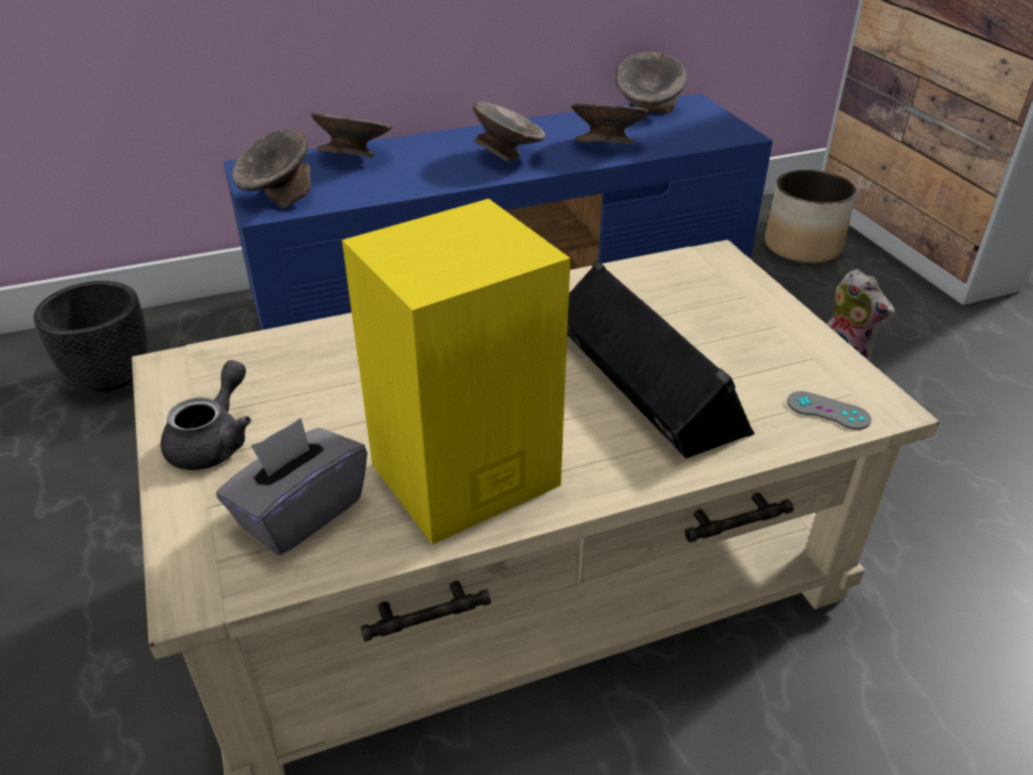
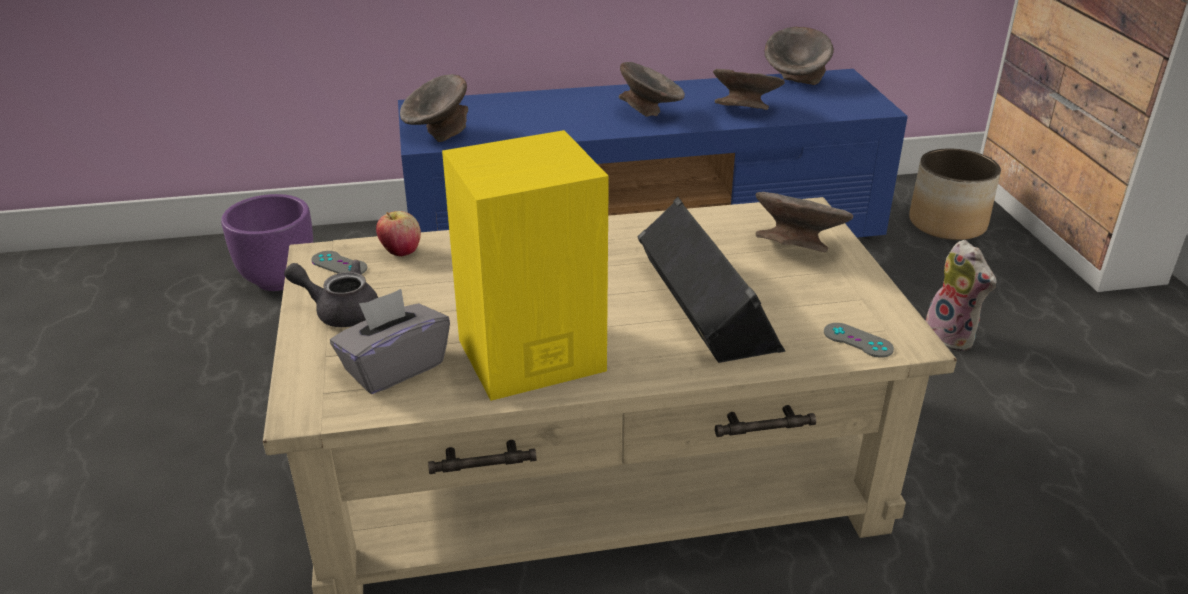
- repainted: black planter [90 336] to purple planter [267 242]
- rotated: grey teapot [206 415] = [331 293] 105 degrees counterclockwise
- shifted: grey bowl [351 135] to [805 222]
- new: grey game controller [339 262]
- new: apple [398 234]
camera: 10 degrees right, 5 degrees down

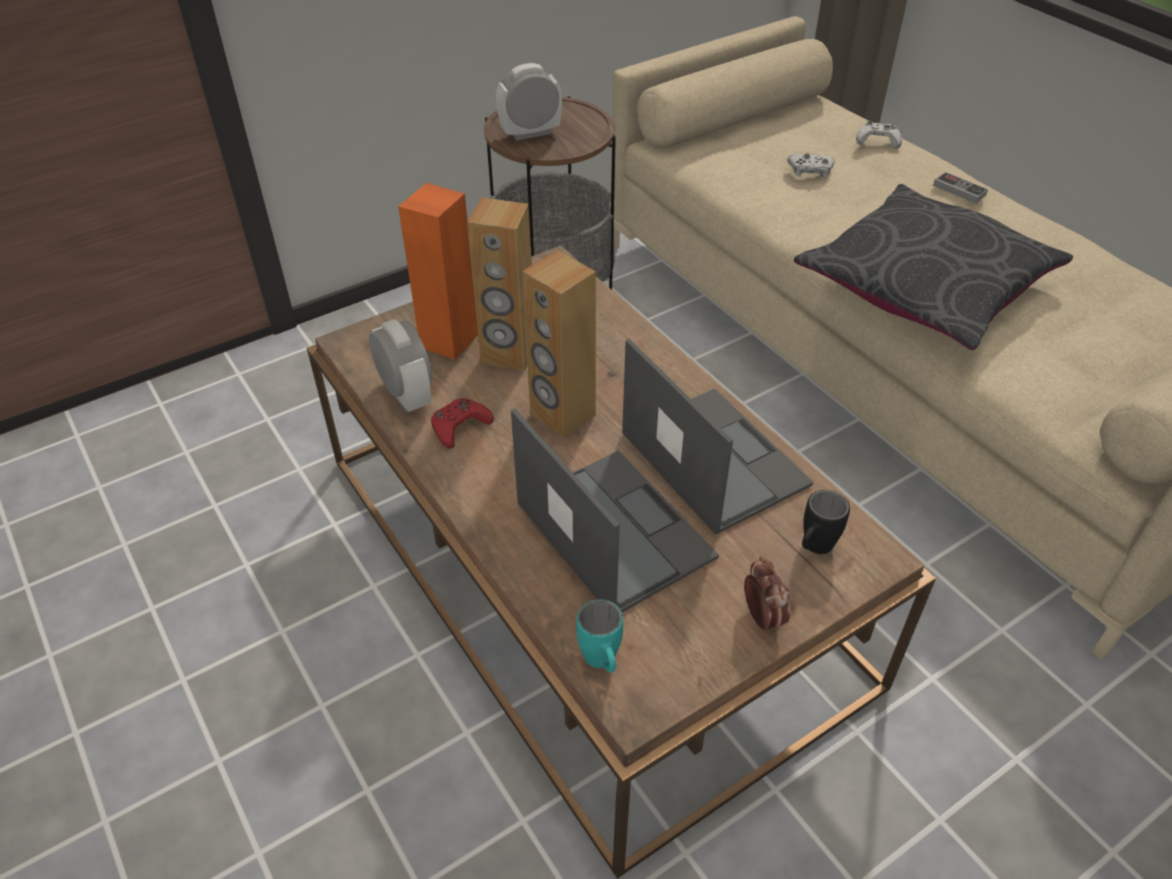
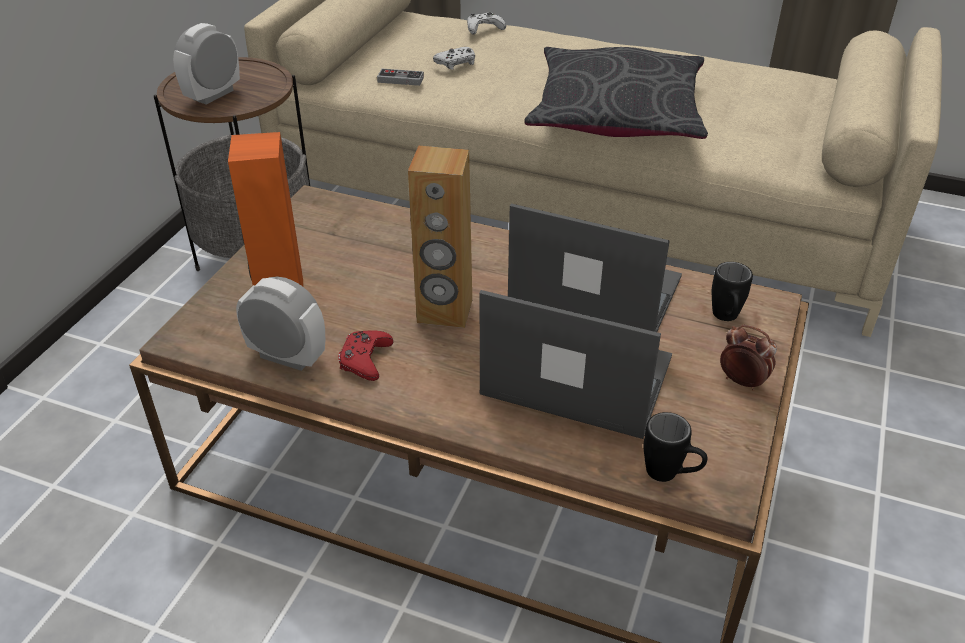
- gone: brown speaker [499 284]
- repainted: turquoise mug [599 636] to black mug [675 447]
- shifted: game controller [960 187] to [400 77]
camera: 35 degrees left, 5 degrees down

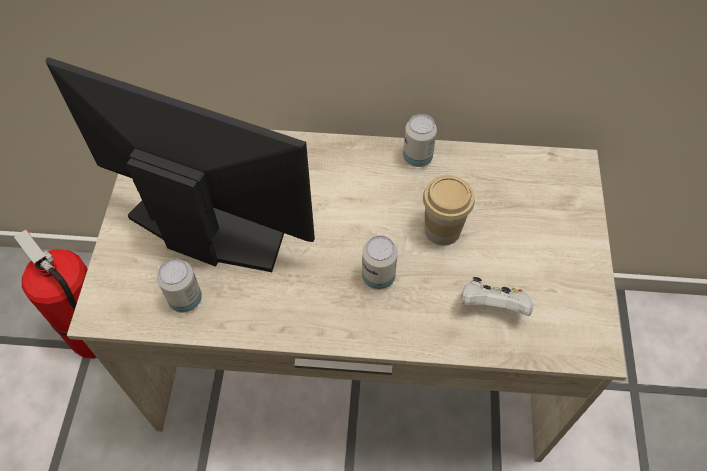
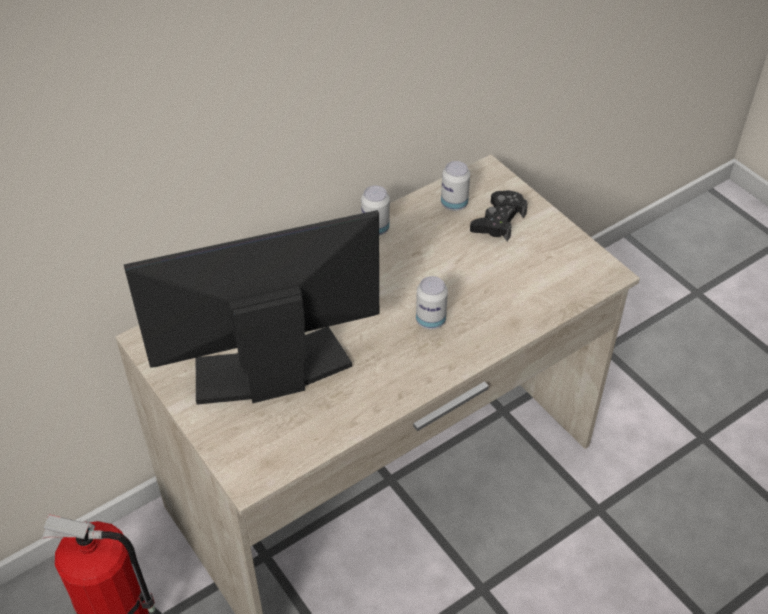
- shifted: can [179 285] to [455 186]
- gone: cup [449 211]
- gone: white game controller [497 296]
- new: black game controller [499 215]
camera: 40 degrees left, 10 degrees down

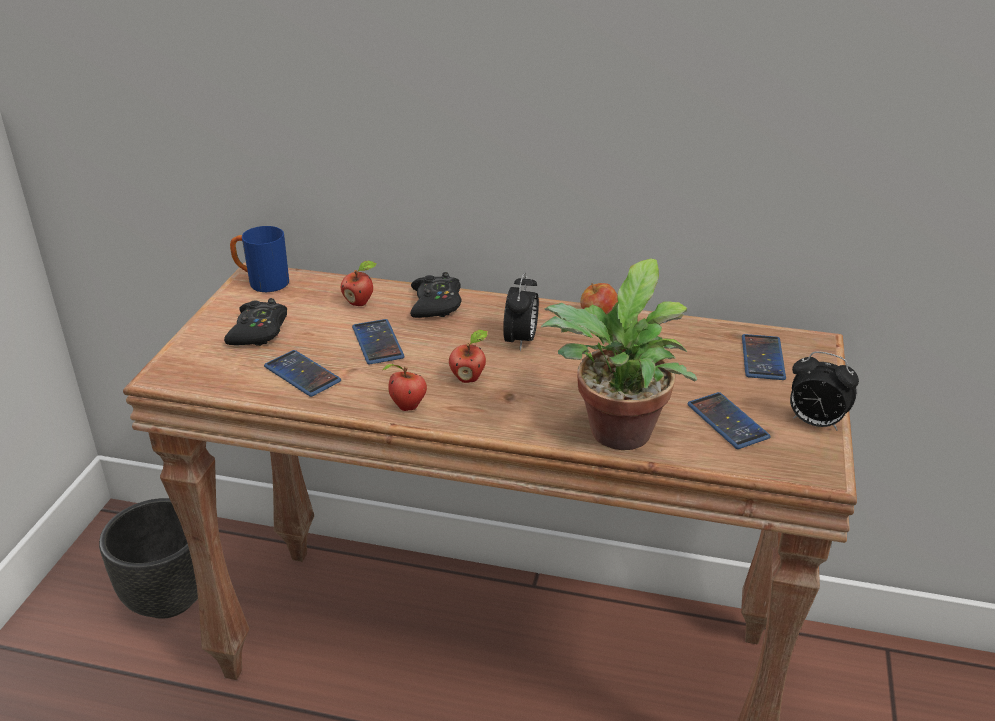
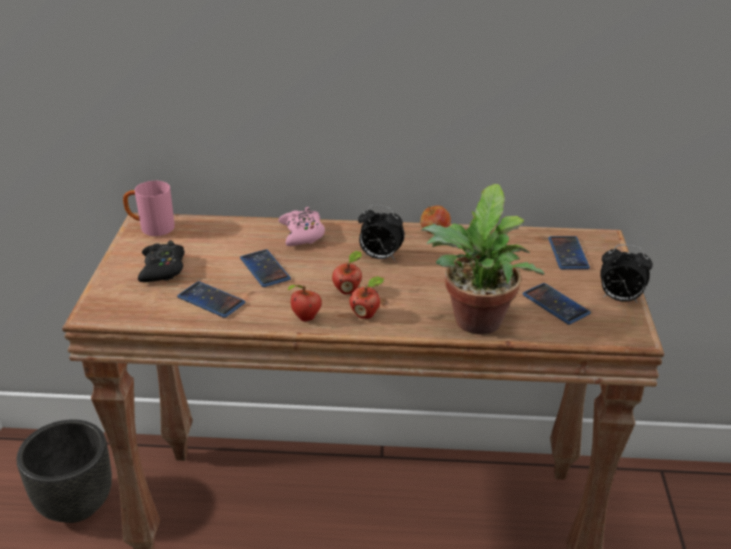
- repainted: blue mug [259 259] to pink mug [149 208]
- shifted: apple [359 283] to [366 297]
- repainted: black game controller [435 295] to pink game controller [301 226]
- rotated: alarm clock [521 311] = [381 233] 105 degrees clockwise
camera: 10 degrees left, 0 degrees up

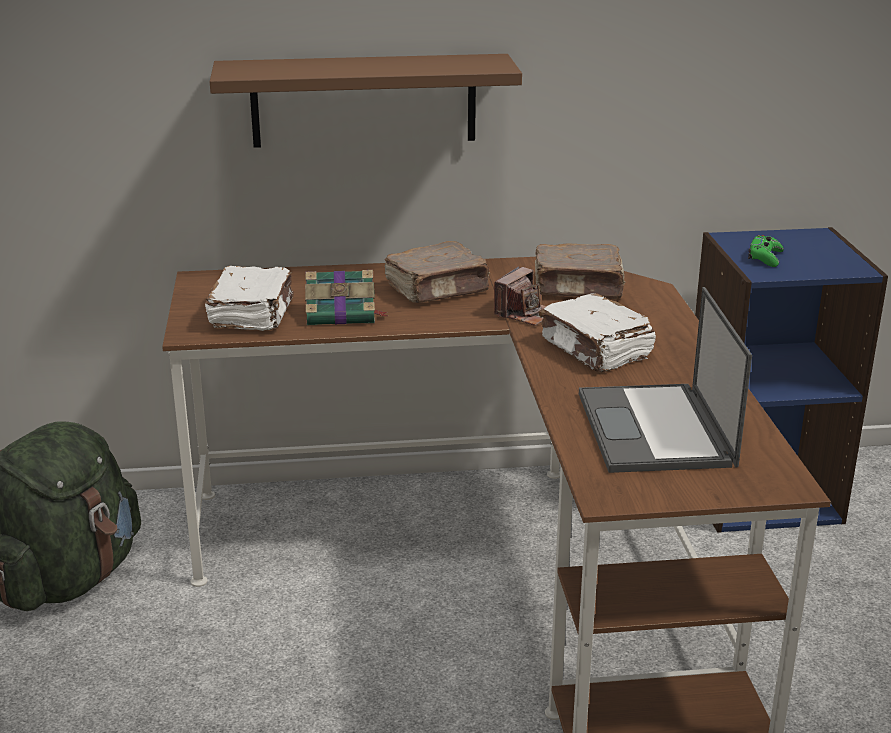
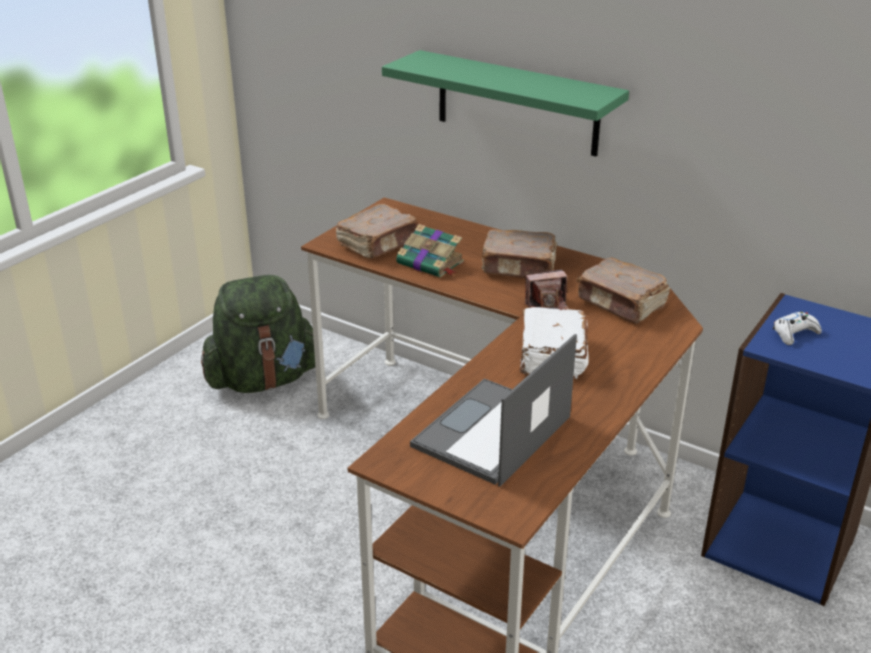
- repainted: white book [249 298] to brown book [377 231]
- repainted: brown shelf [366 101] to green shelf [505 103]
- repainted: green game controller [766 251] to white game controller [797 328]
camera: 40 degrees right, 5 degrees up

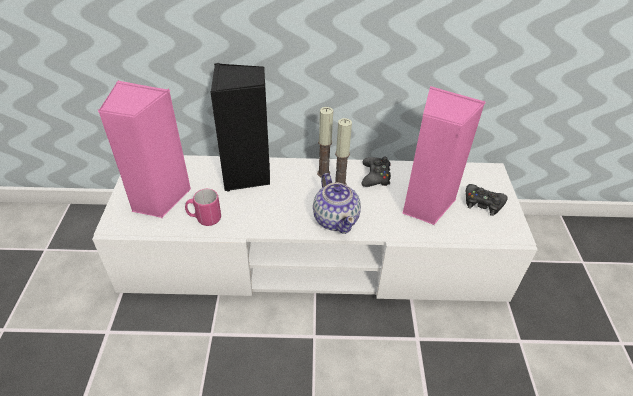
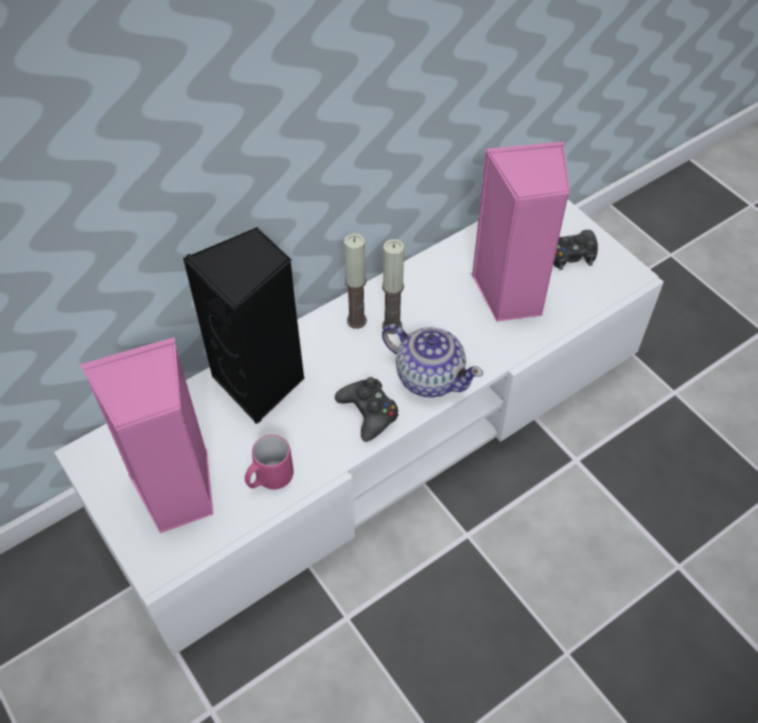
- shifted: black game controller [376 172] to [367 409]
camera: 35 degrees left, 10 degrees up

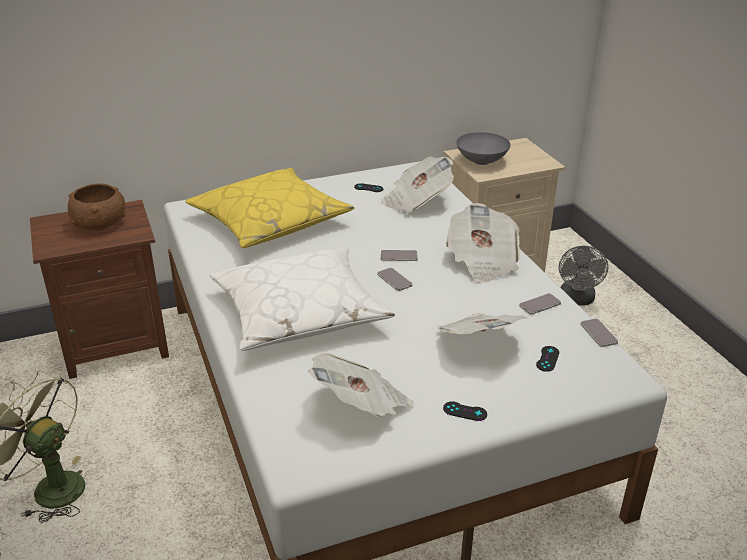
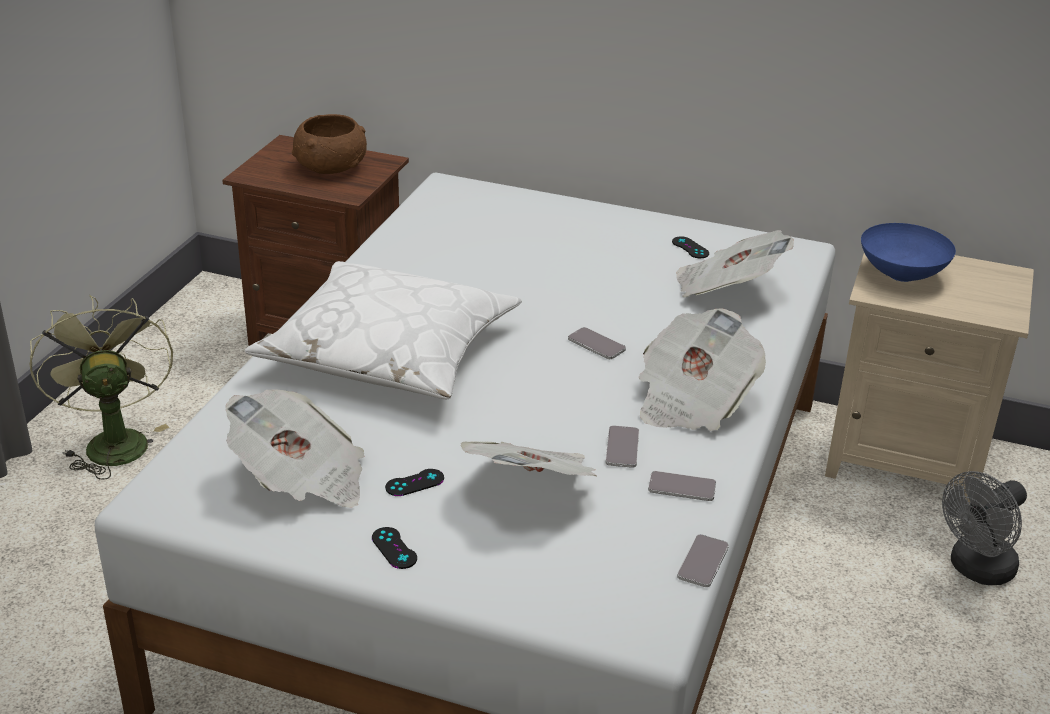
- gone: yellow pillow [269 208]
- shifted: phone [395 279] to [622 446]
- repainted: grey bowl [483 148] to blue bowl [908 252]
- shifted: black game controller [547 359] to [414 482]
camera: 40 degrees right, 0 degrees up

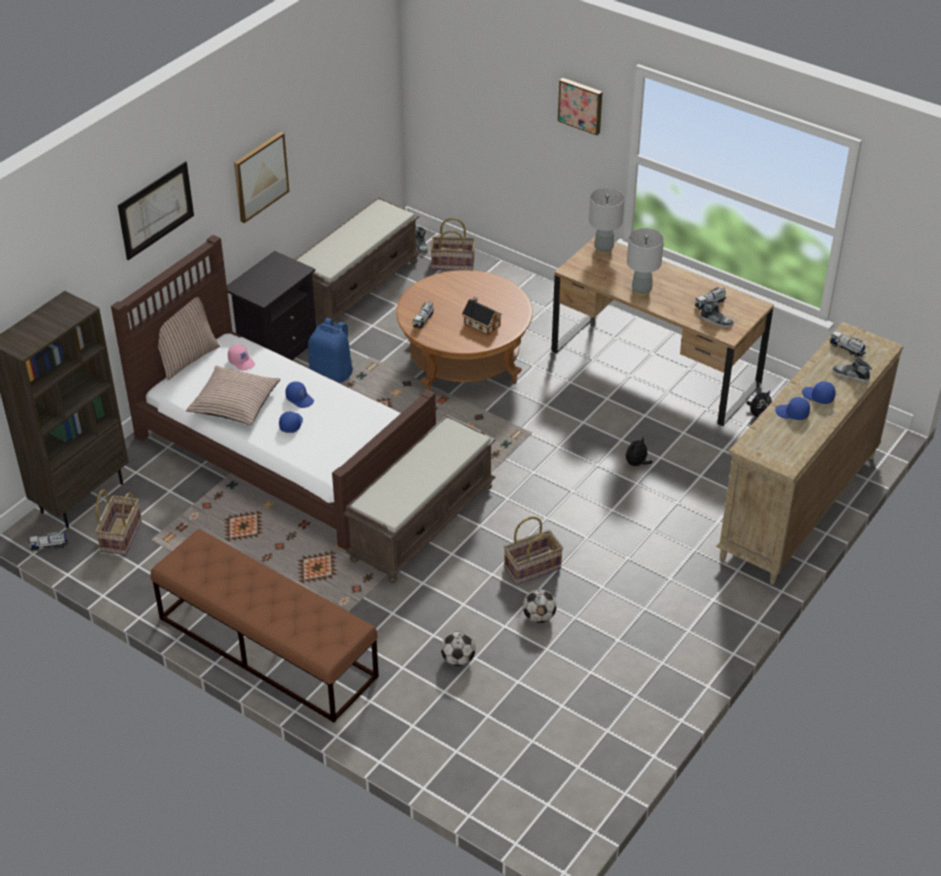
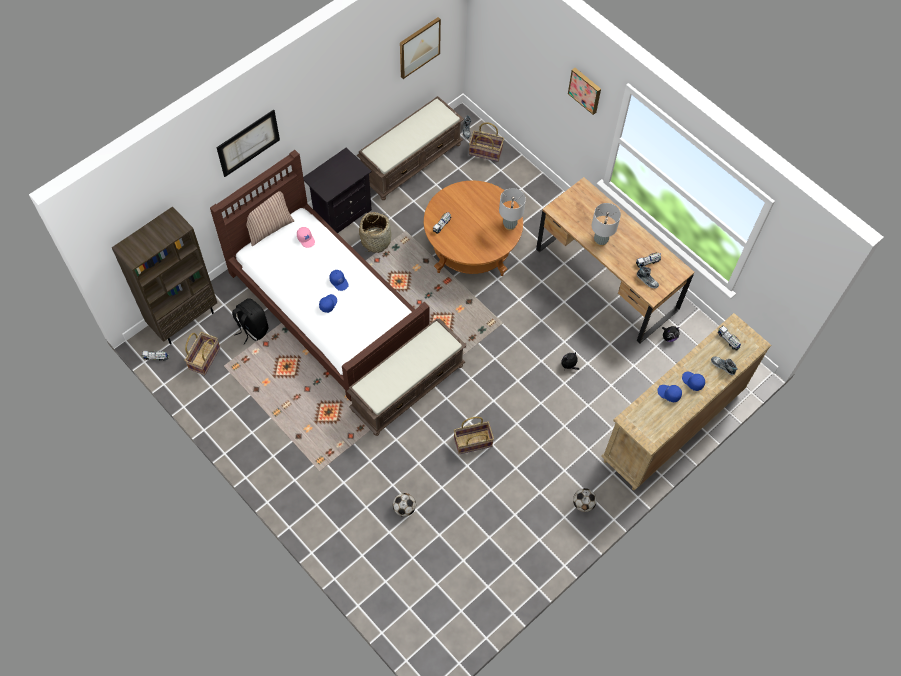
- gone: brown bench [265 626]
- gone: pillow [233 395]
- shifted: picture [261 177] to [420 48]
- swapped: blue backpack [330 350] to basket [375 232]
- gone: toy house [482 316]
- shifted: football [540 606] to [585 500]
- shifted: grey table lamp [606 221] to [512 209]
- new: black backpack [250 321]
camera: 10 degrees right, 20 degrees up

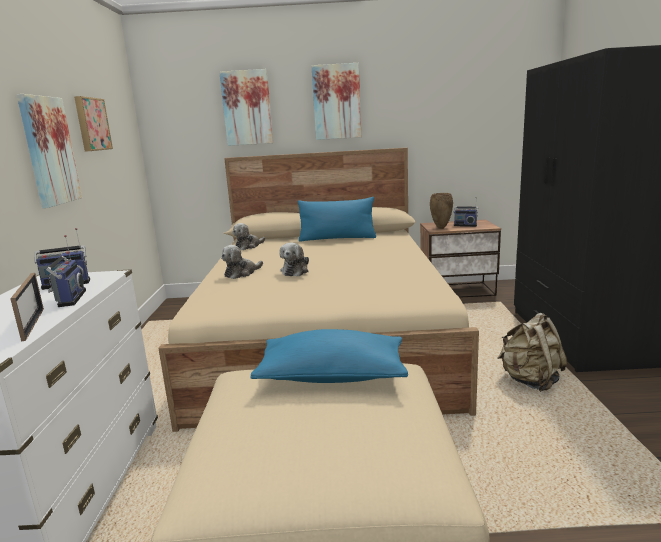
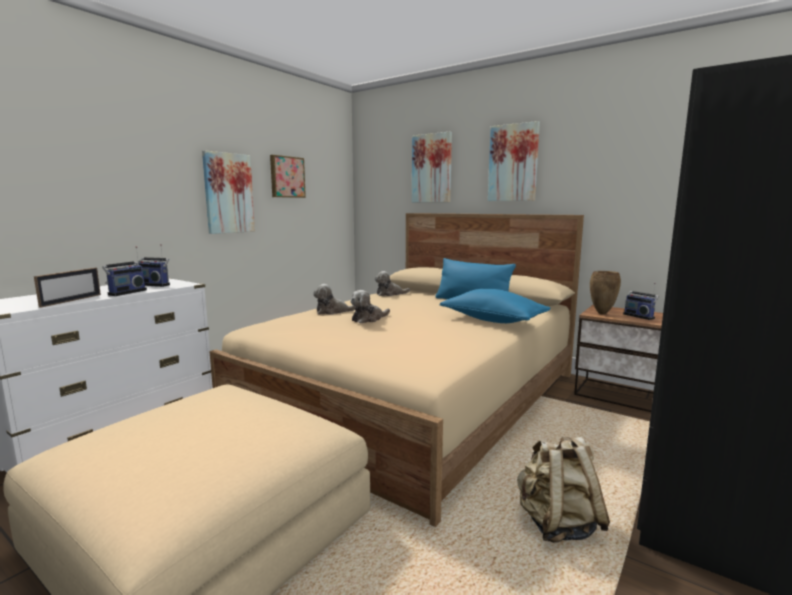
- shifted: blue pillow [329 356] to [495 306]
camera: 35 degrees right, 5 degrees down

